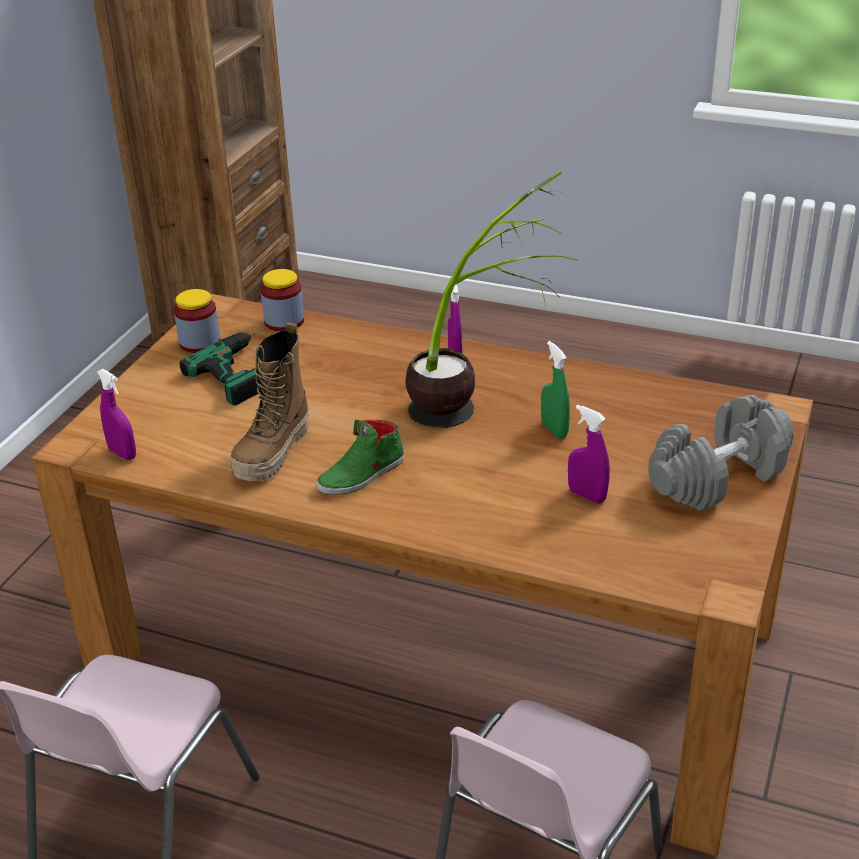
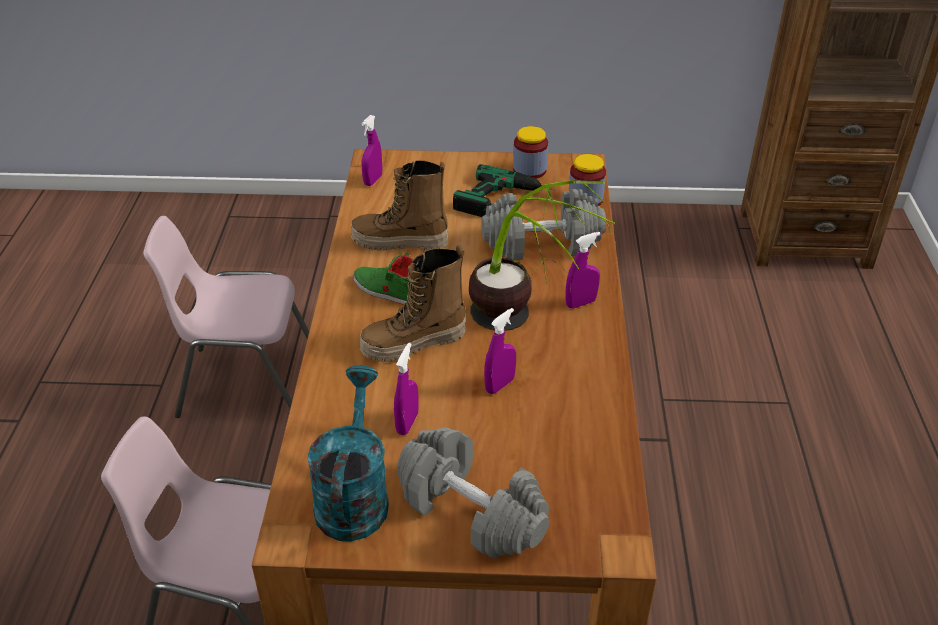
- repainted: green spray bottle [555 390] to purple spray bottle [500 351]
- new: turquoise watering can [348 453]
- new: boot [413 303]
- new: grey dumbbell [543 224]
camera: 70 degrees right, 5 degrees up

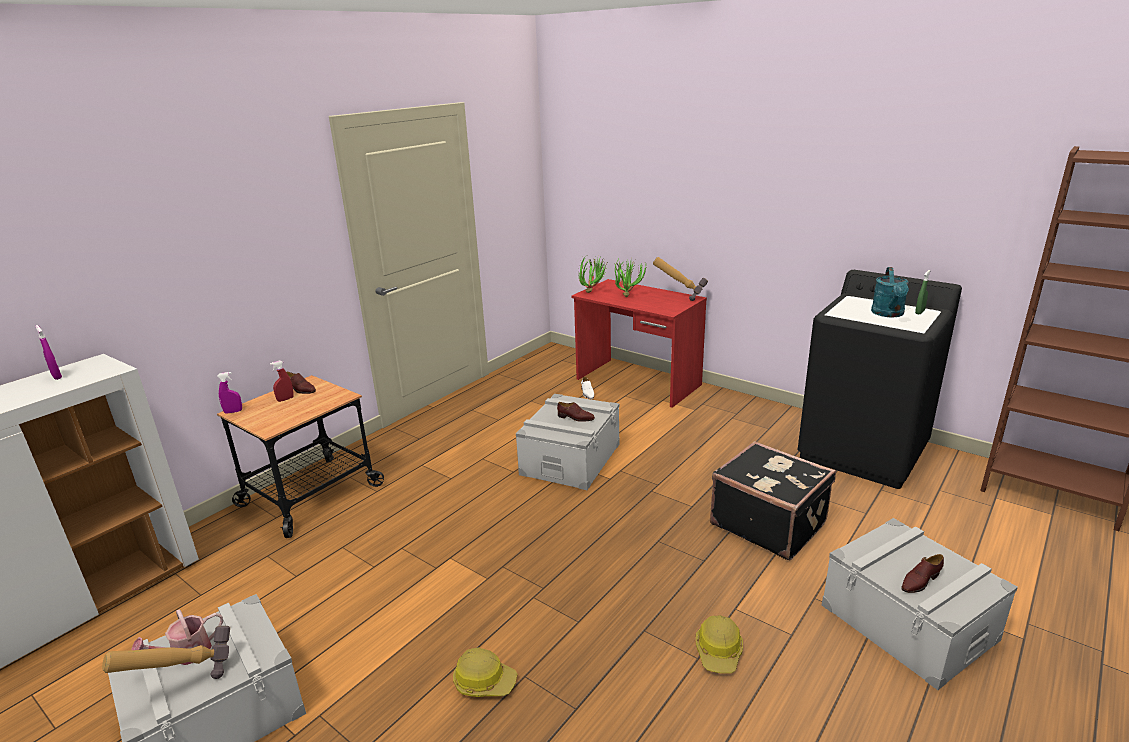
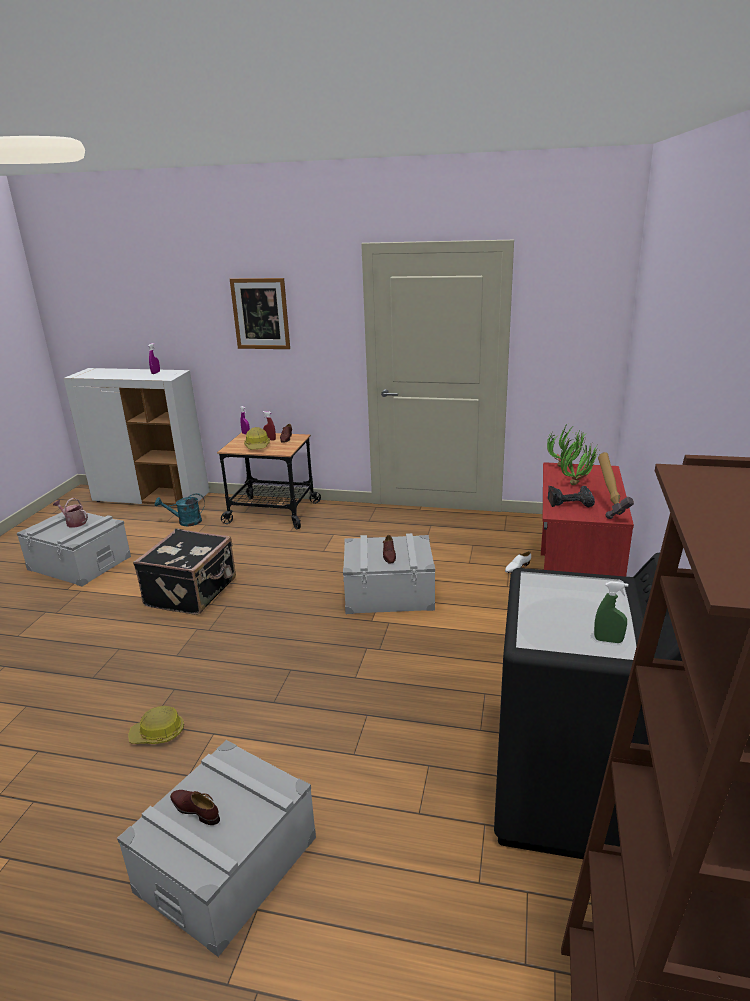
- gone: hammer [166 652]
- shifted: hard hat [485 672] to [257 438]
- shifted: black suitcase [773 501] to [184 572]
- shifted: turquoise watering can [890 292] to [180 509]
- new: picture [260 313]
- new: power drill [571 496]
camera: 65 degrees right, 0 degrees up

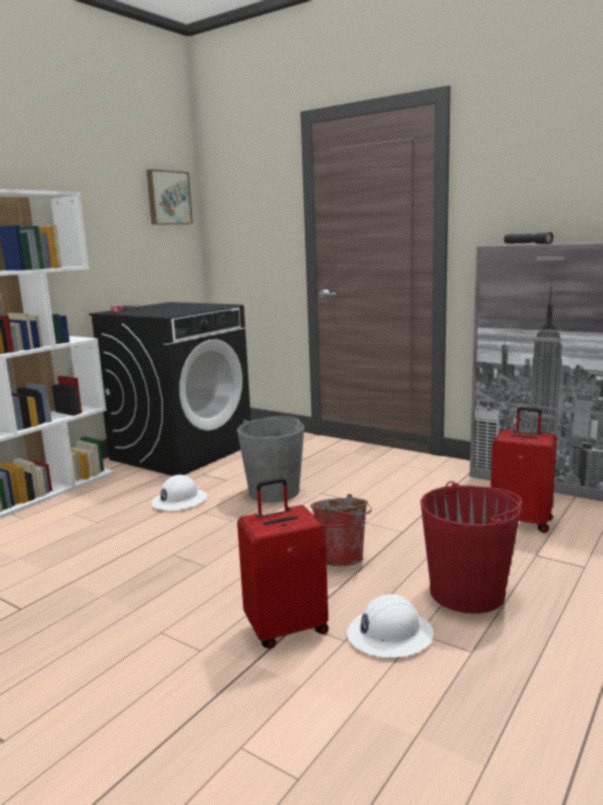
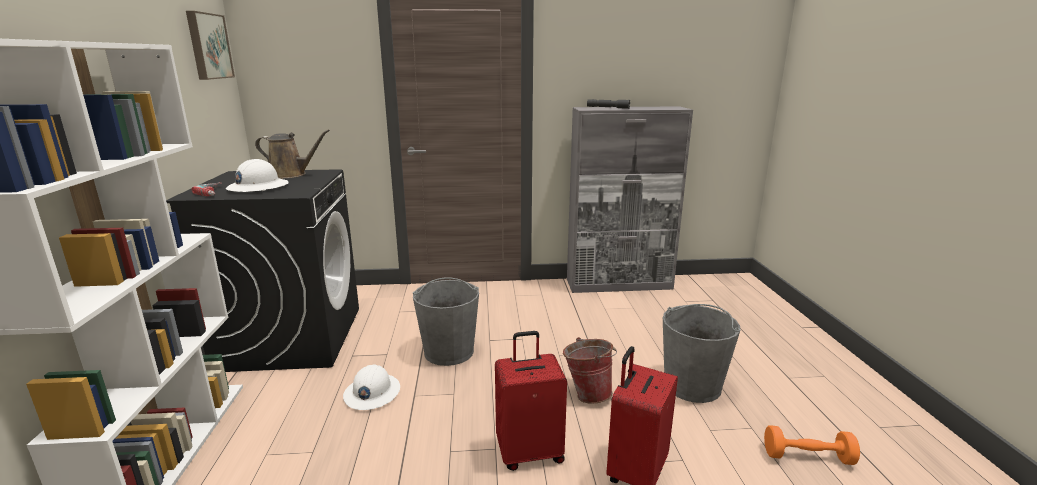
- shifted: white hard hat [390 626] to [257 175]
- repainted: red bucket [471 547] to grey bucket [701 353]
- shifted: red suitcase [524 470] to [531 401]
- new: brown watering can [292 154]
- new: orange dumbbell [812 445]
camera: 40 degrees left, 5 degrees up

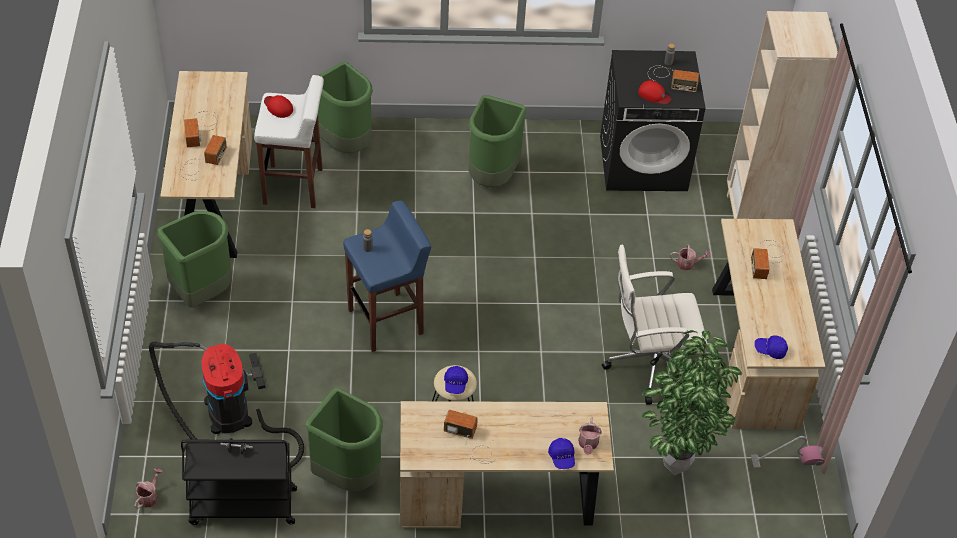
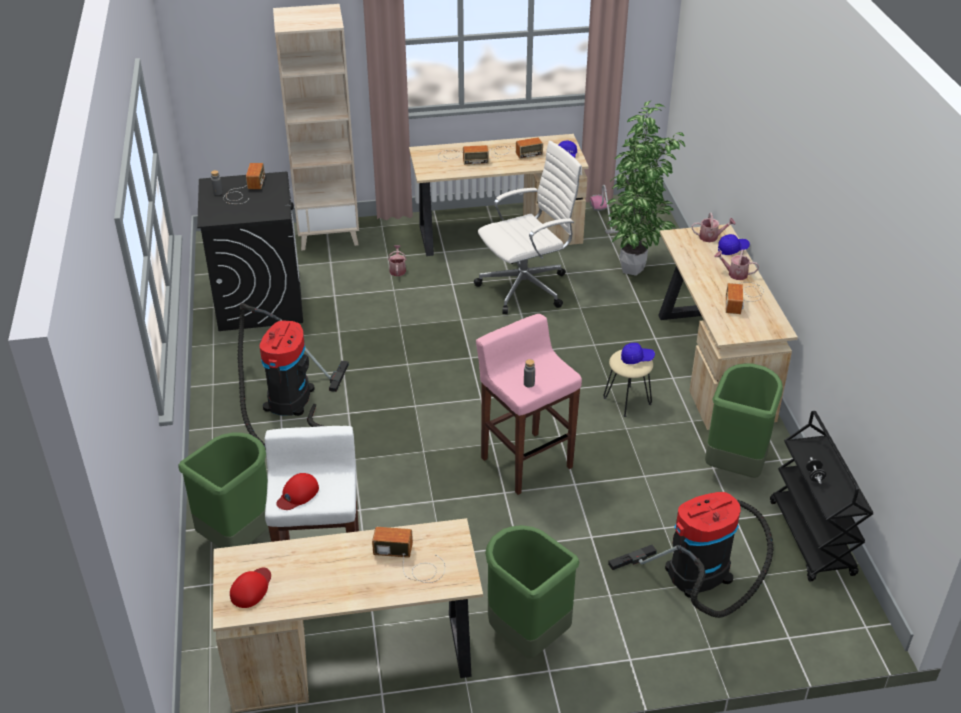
- shifted: watering can [148 488] to [736 265]
- shifted: radio [201 129] to [516 148]
- repainted: blue stool [387 276] to pink stool [529 404]
- swapped: green trash can [497 141] to vacuum cleaner [293 376]
- rotated: white office chair [654 325] = [528 227] 105 degrees counterclockwise
- shifted: red cap [655 92] to [250 587]
camera: 95 degrees left, 10 degrees down

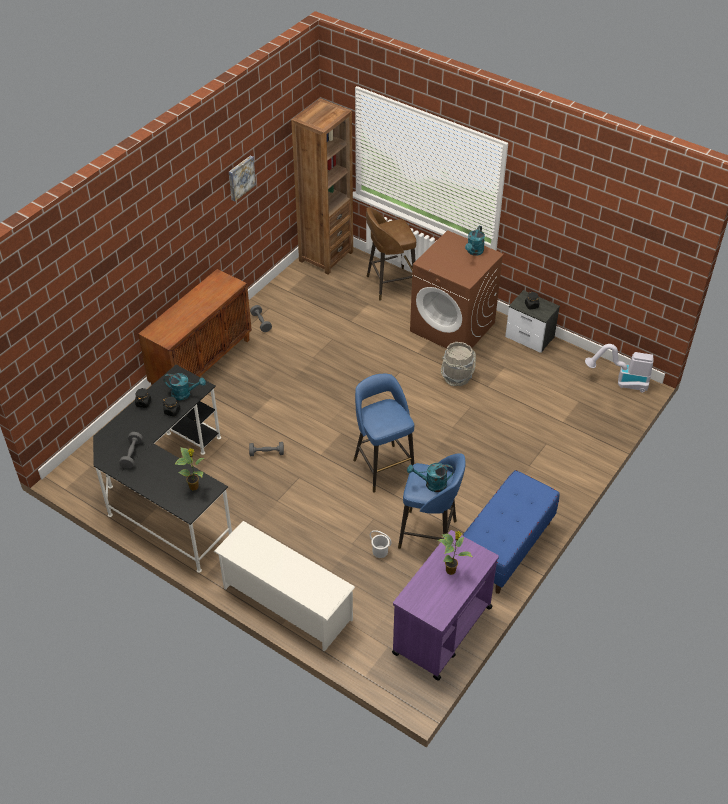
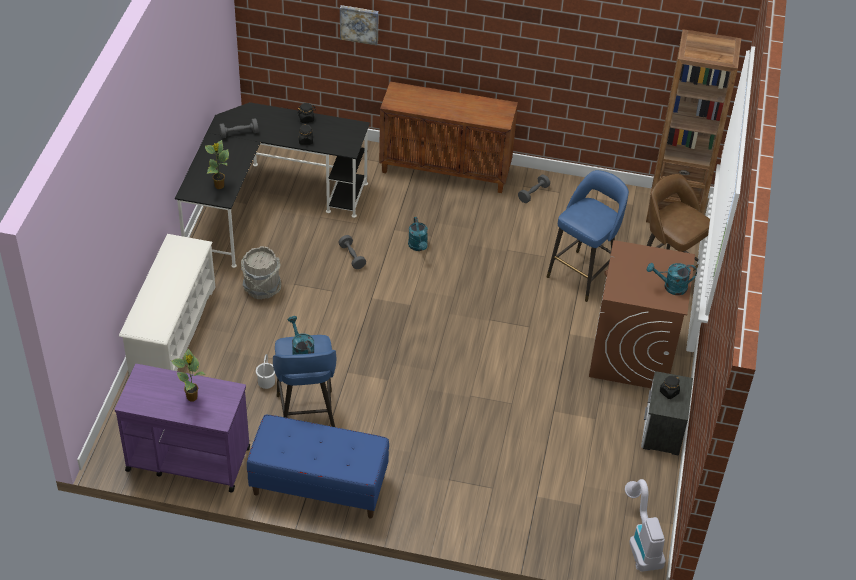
- shifted: turquoise watering can [185 386] to [418 234]
- shifted: picture [242 178] to [359 25]
- shifted: blue stool [383 433] to [588 236]
- shifted: grey bucket [458 364] to [261 272]
camera: 65 degrees right, 0 degrees up

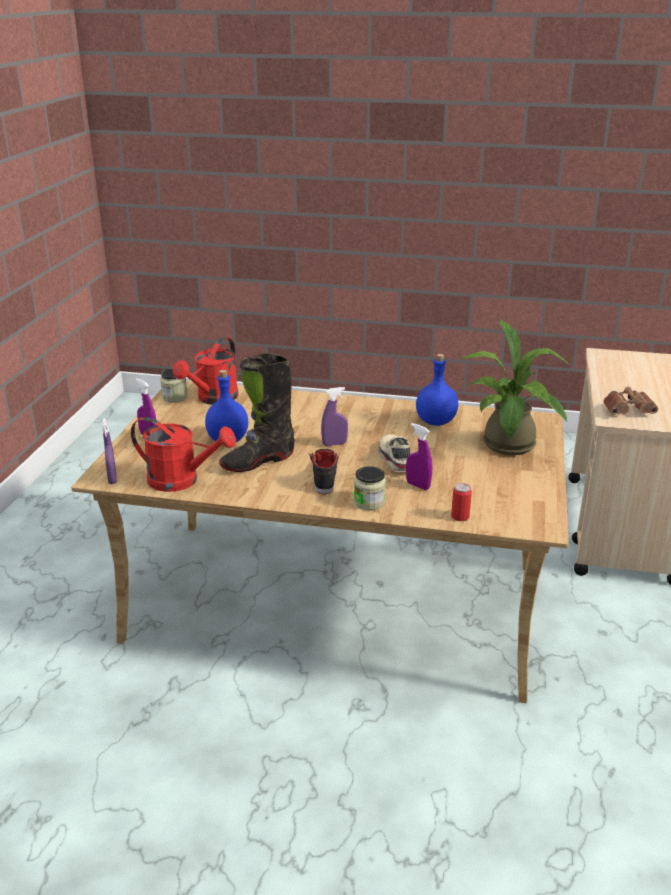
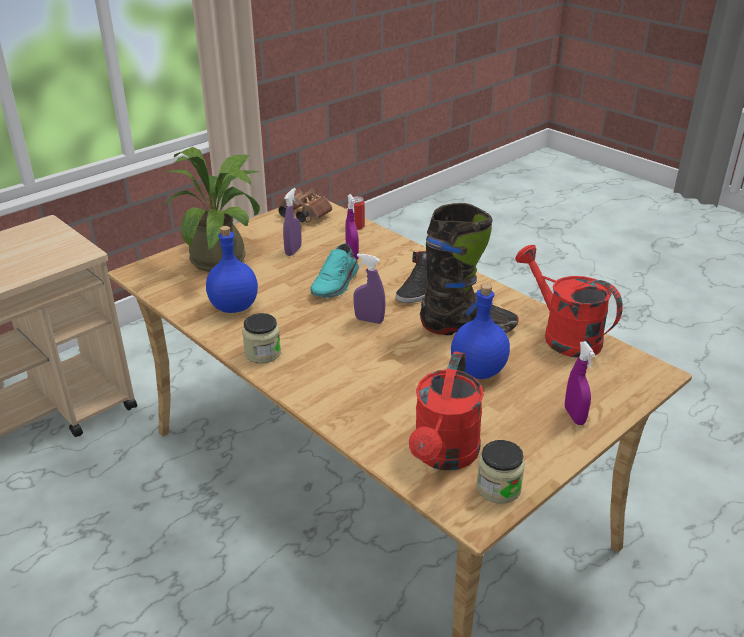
- shifted: purple spray bottle [109 451] to [292 222]
- rotated: red watering can [206 370] = [446 410] 135 degrees clockwise
- shifted: jar [370 488] to [261 338]
- repainted: beige shoe [394 453] to turquoise shoe [334 271]
- shifted: brown binoculars [631 401] to [305 205]
camera: 145 degrees left, 5 degrees up

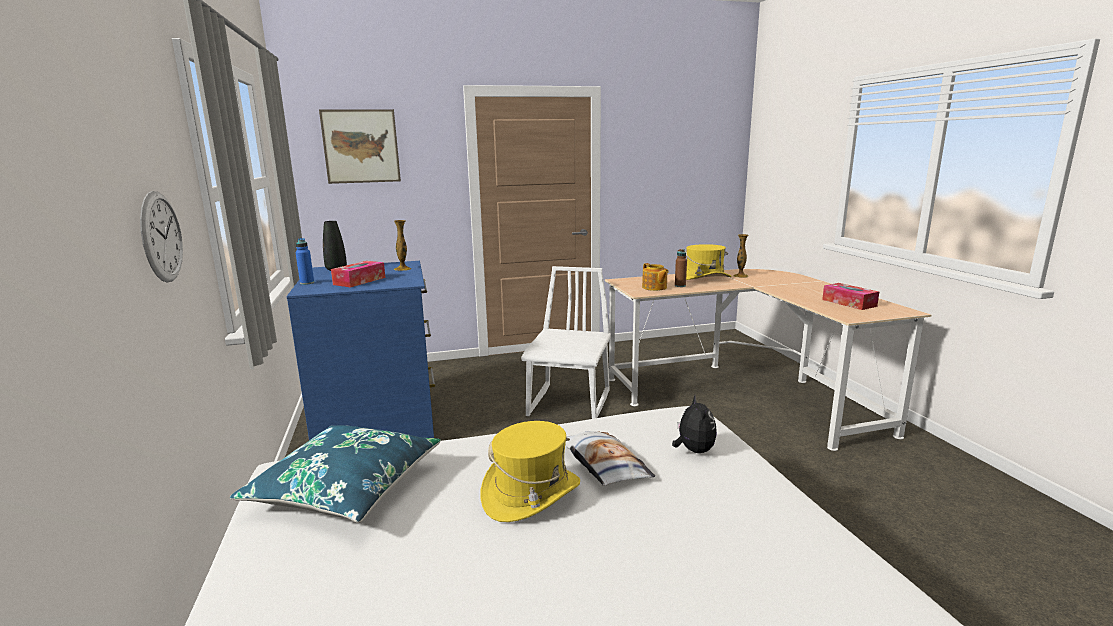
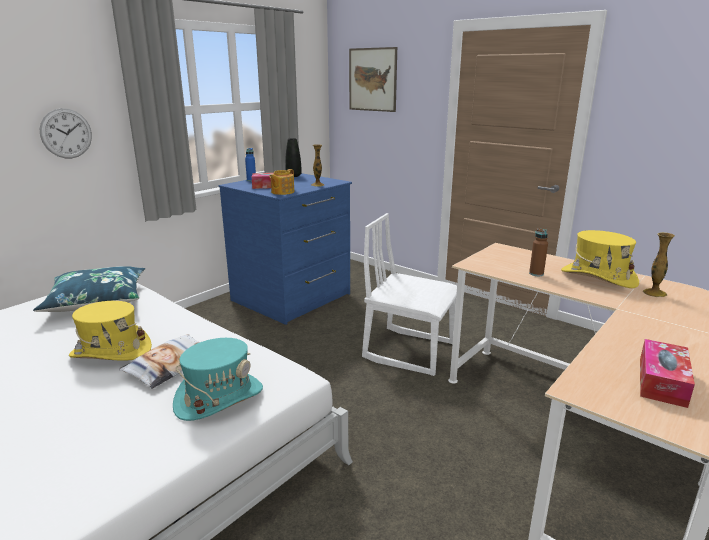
- rotated: white chair [566 342] = [409 294] 135 degrees counterclockwise
- shifted: teapot [655 277] to [282 182]
- swapped: plush toy [694 424] to turquoise hat [218 379]
camera: 55 degrees right, 5 degrees up

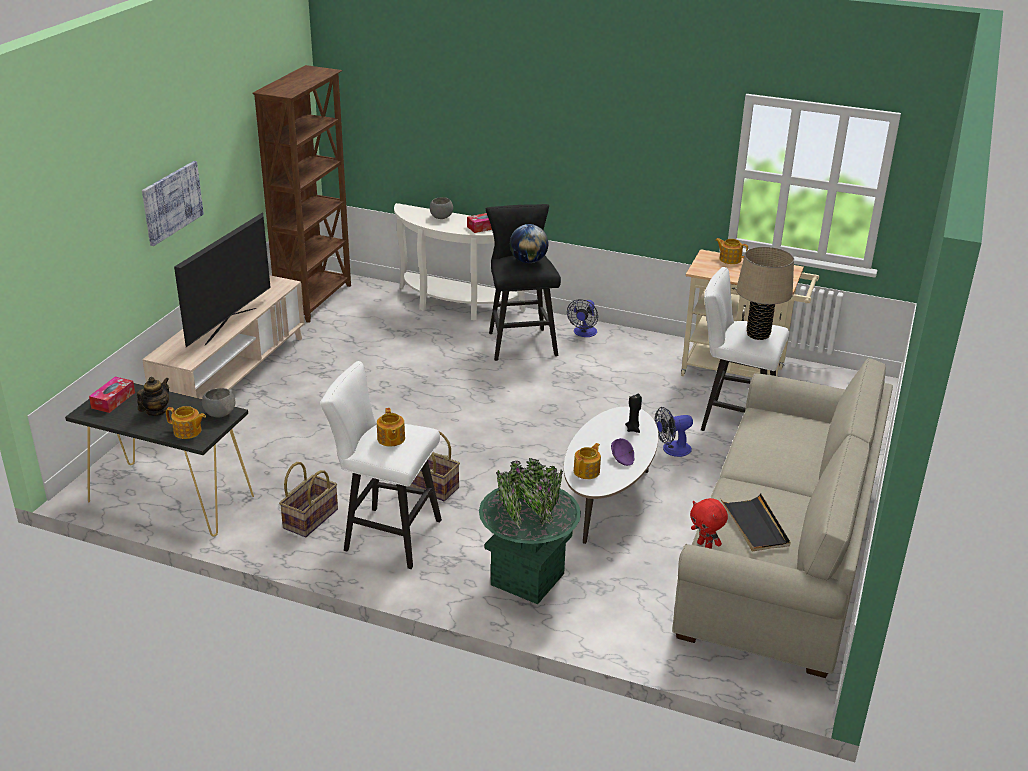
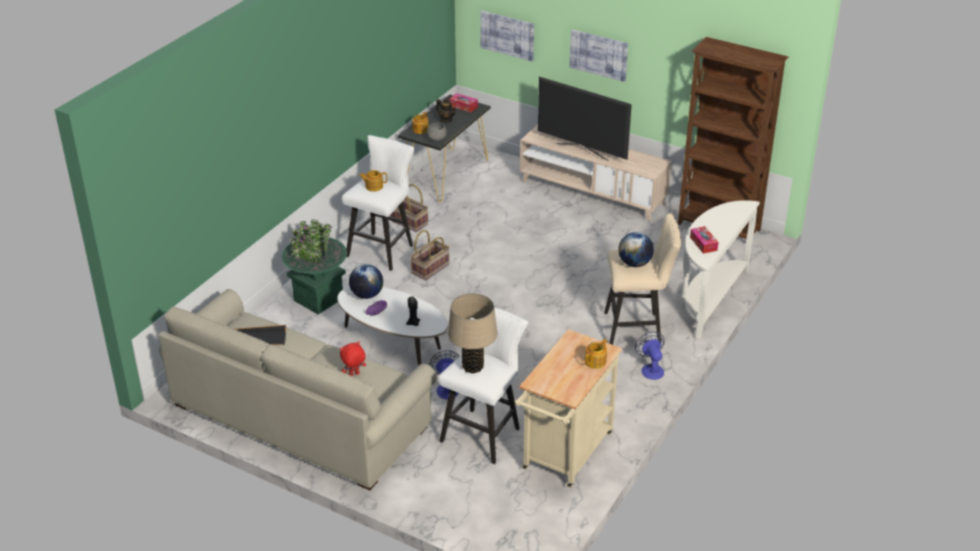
- gone: grey bowl [441 208]
- repainted: black stool [523 282] to beige stool [642 279]
- rotated: fan [582 318] = [650 356] 45 degrees clockwise
- swapped: teapot [587 461] to globe [366 281]
- shifted: red plush toy [709 523] to [353 358]
- new: picture [507 36]
camera: 100 degrees right, 5 degrees up

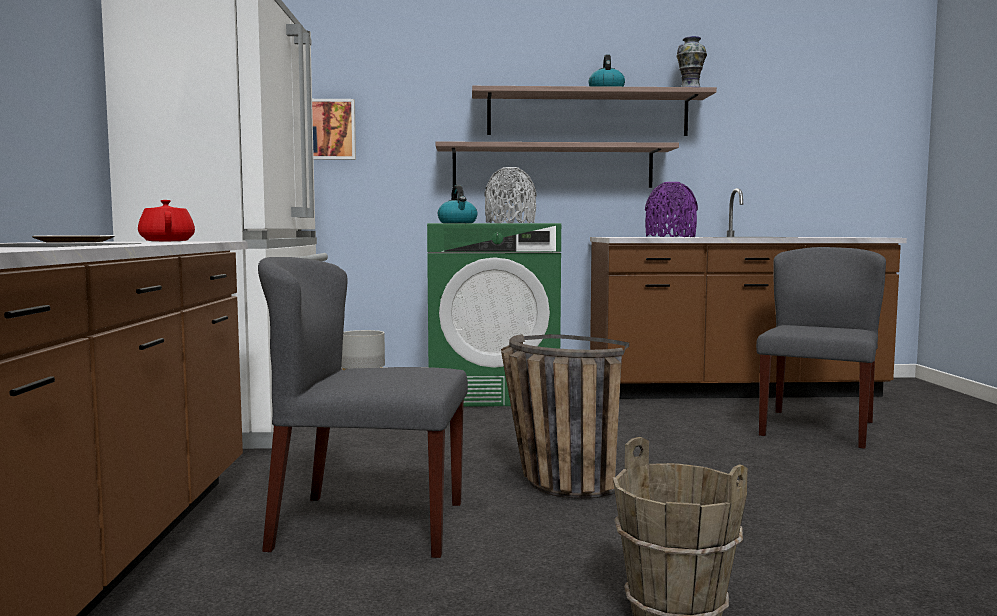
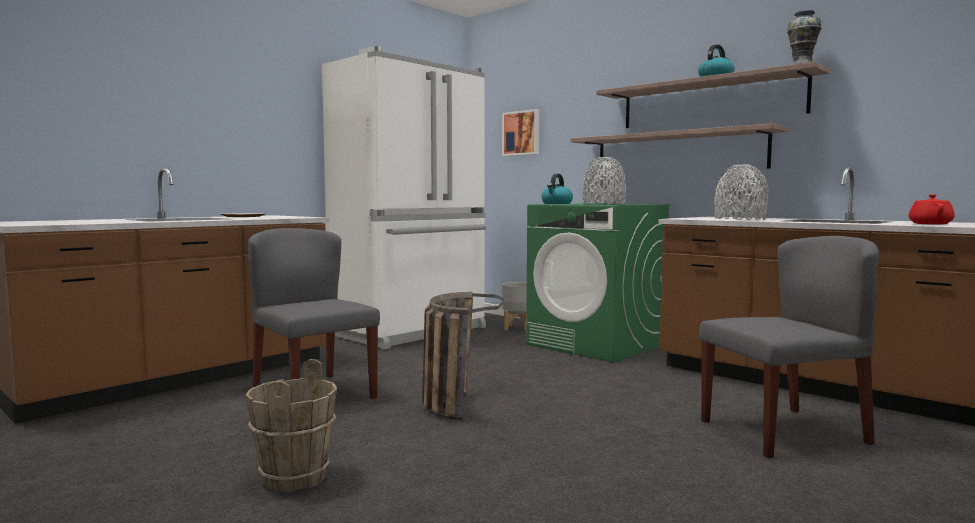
- shifted: red teapot [166 220] to [932 209]
- repainted: purple vase [671 209] to grey vase [741 192]
camera: 45 degrees right, 0 degrees up

